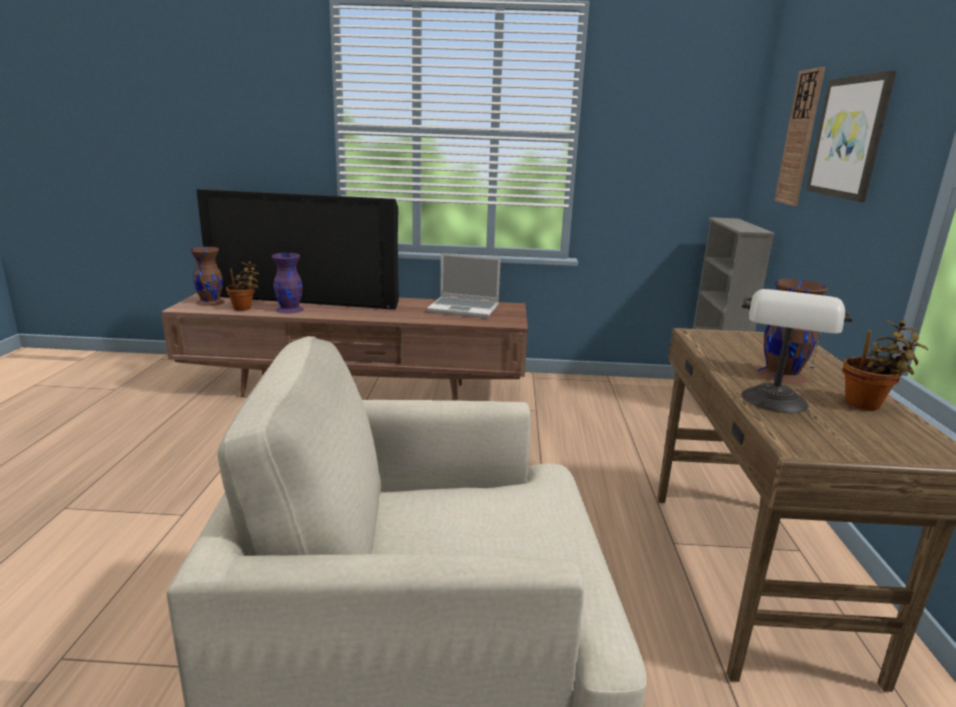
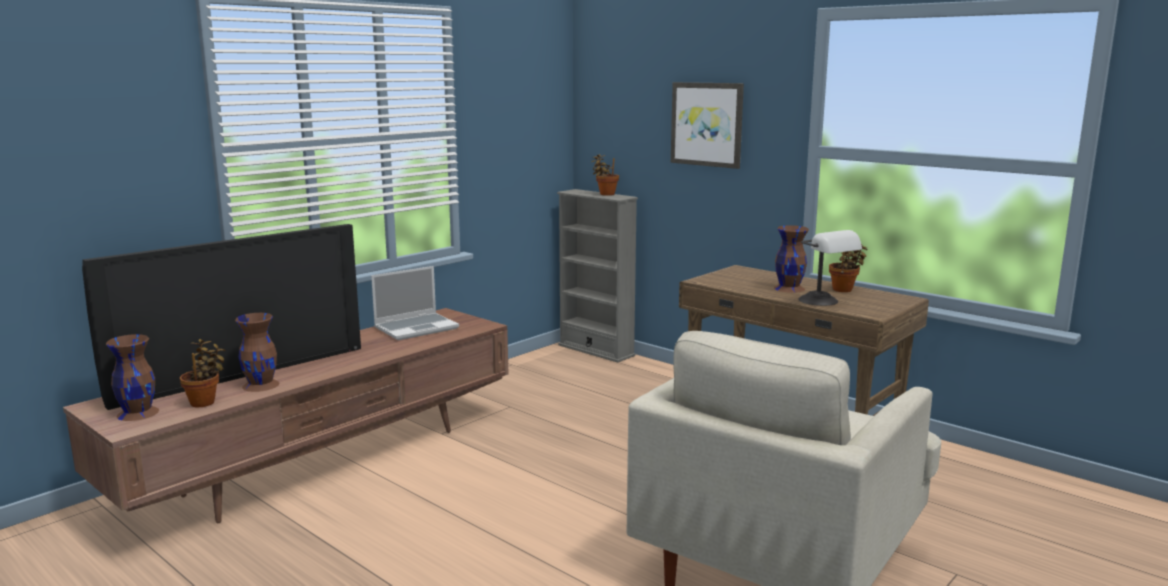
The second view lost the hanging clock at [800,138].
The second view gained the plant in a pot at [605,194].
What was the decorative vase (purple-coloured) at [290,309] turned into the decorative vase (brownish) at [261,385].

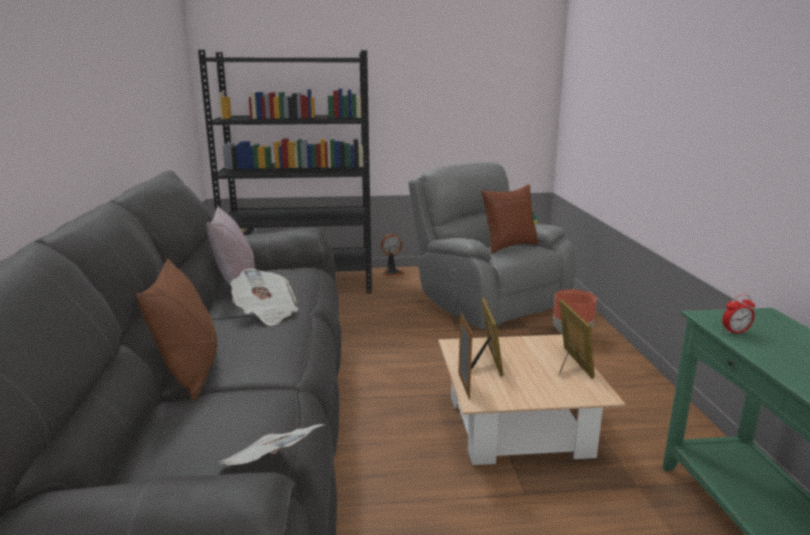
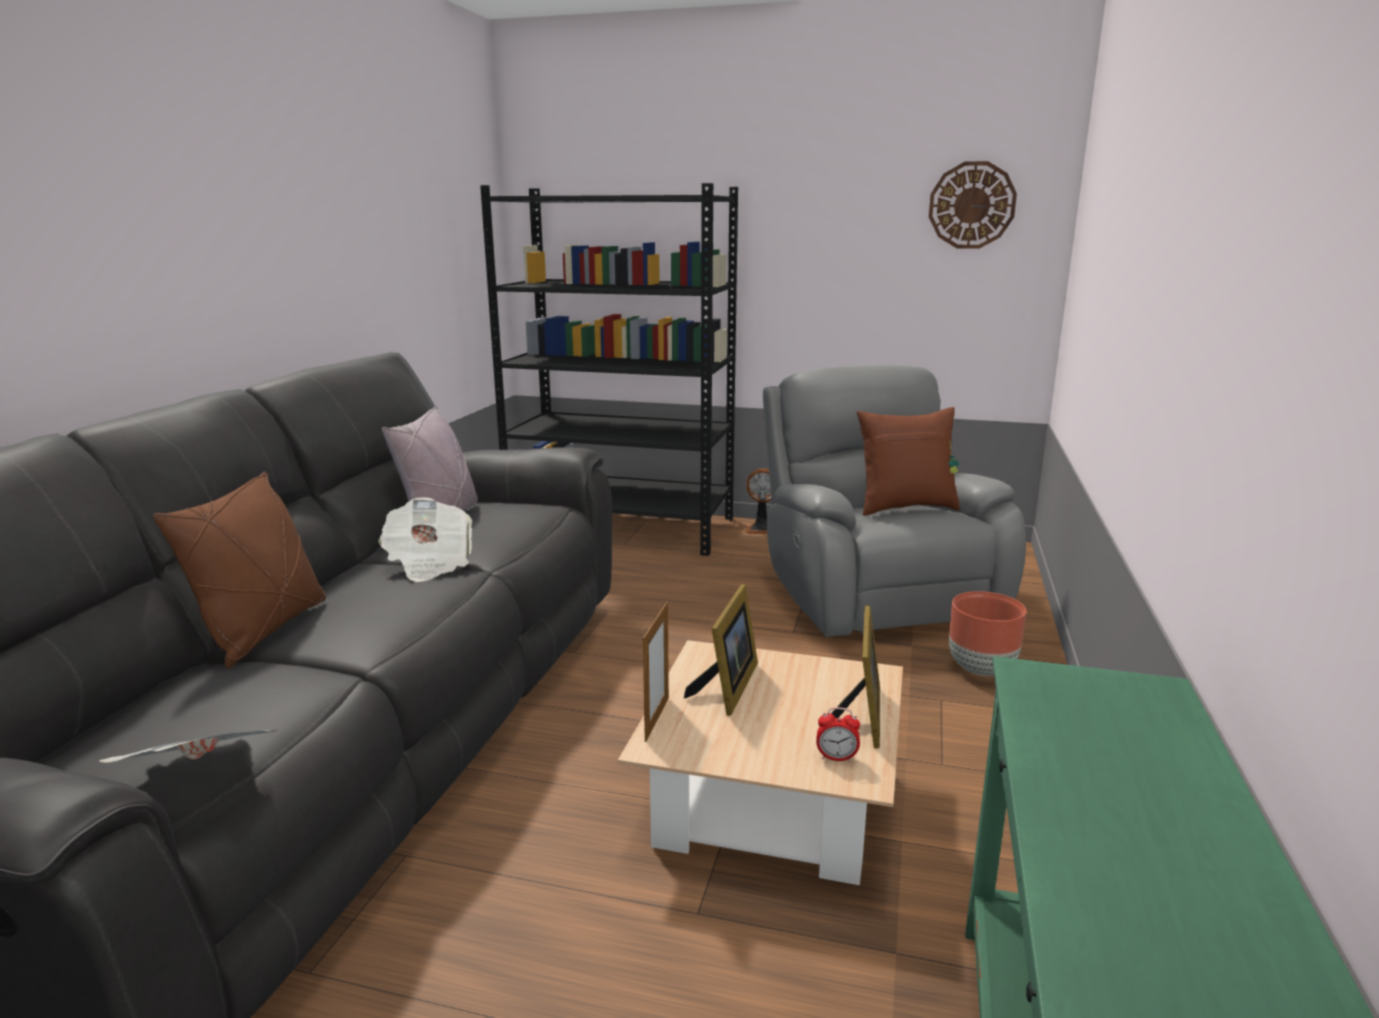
The second view gained the hanging clock at [971,205].
The table clock ended up elsewhere, having gone from [735,332] to [836,758].

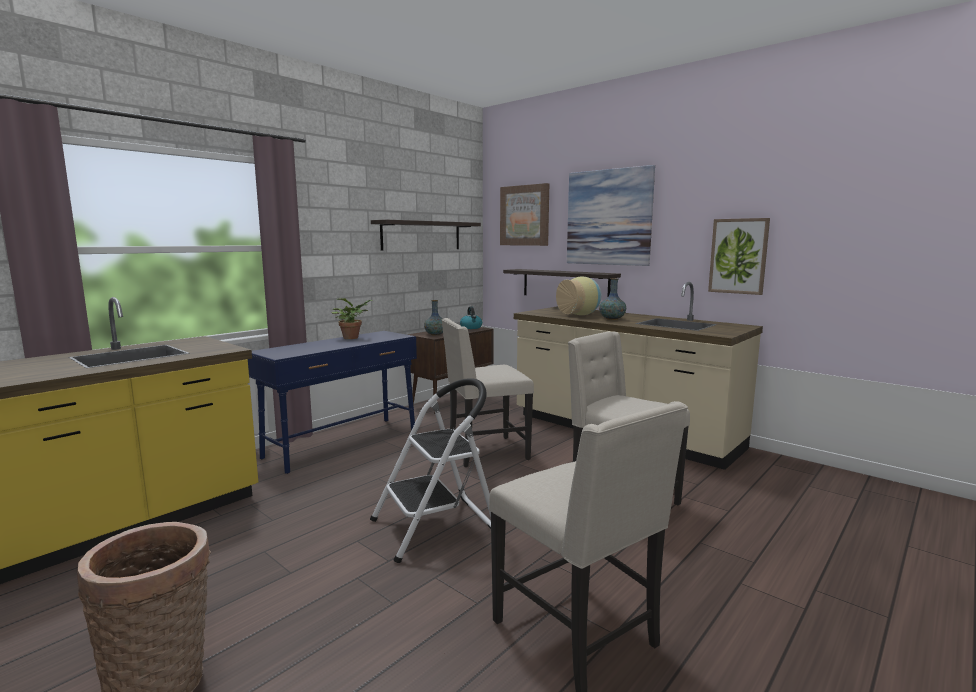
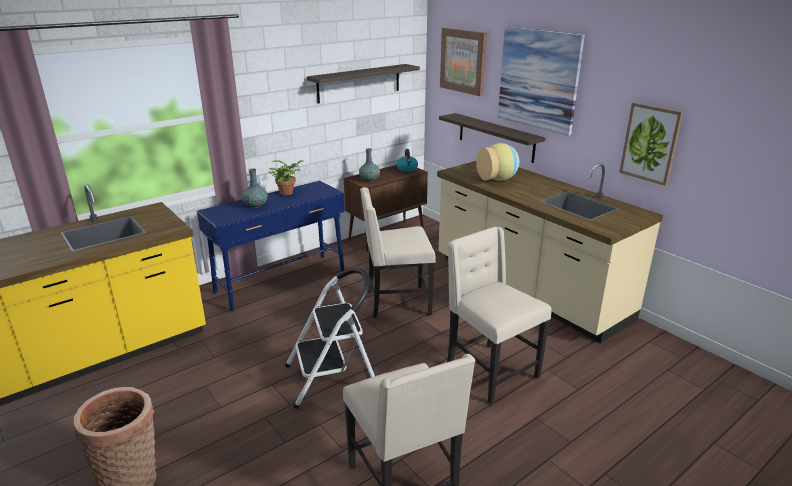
The decorative vase ended up elsewhere, having gone from [612,319] to [255,205].

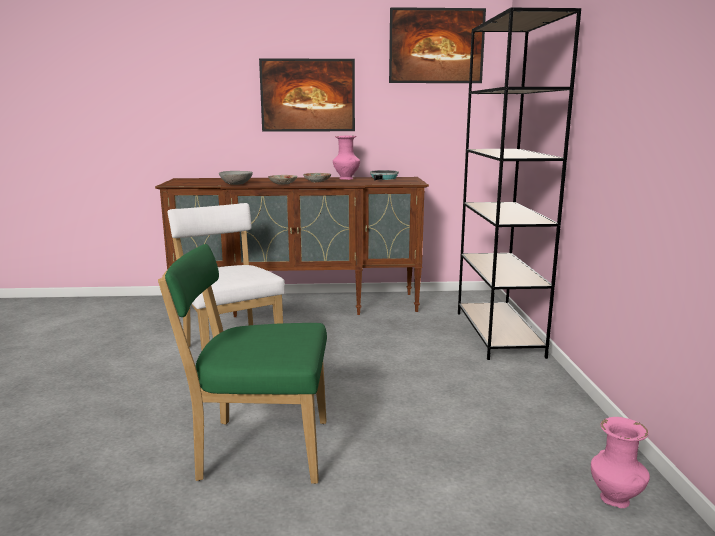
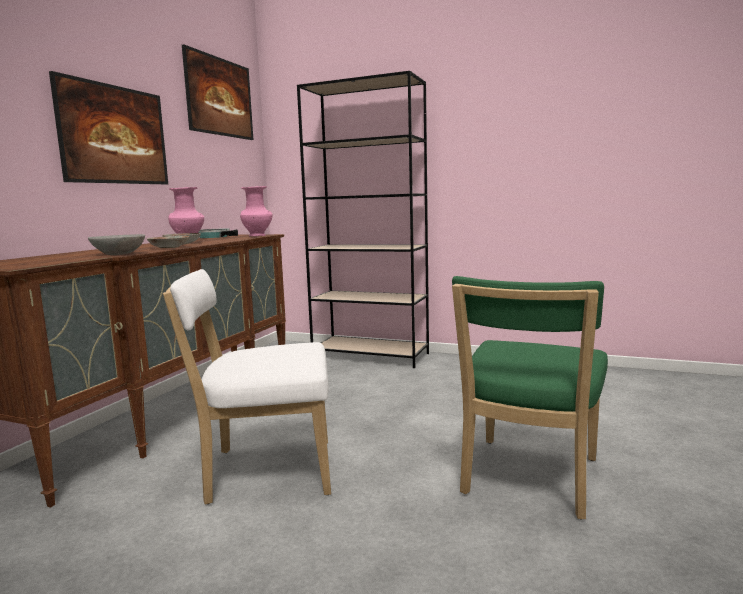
The decorative vase (pinkish) ended up elsewhere, having gone from [615,500] to [258,236].

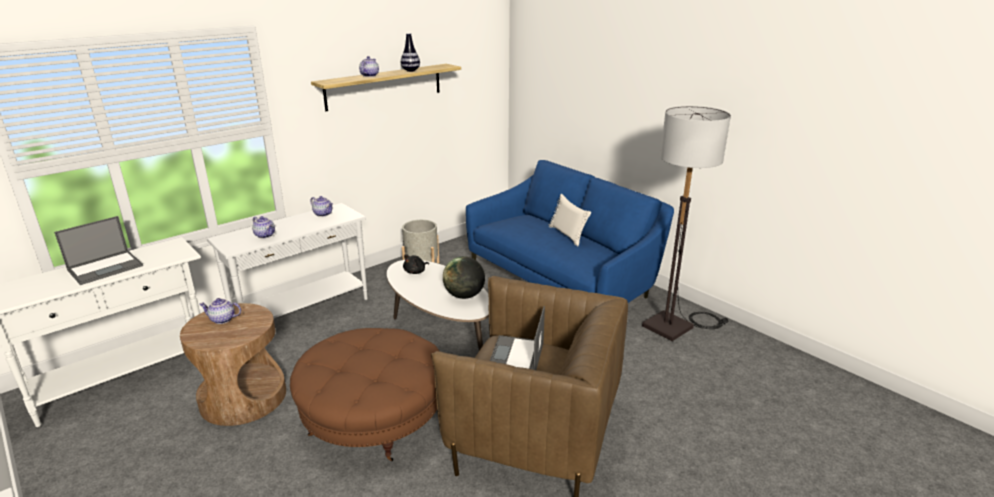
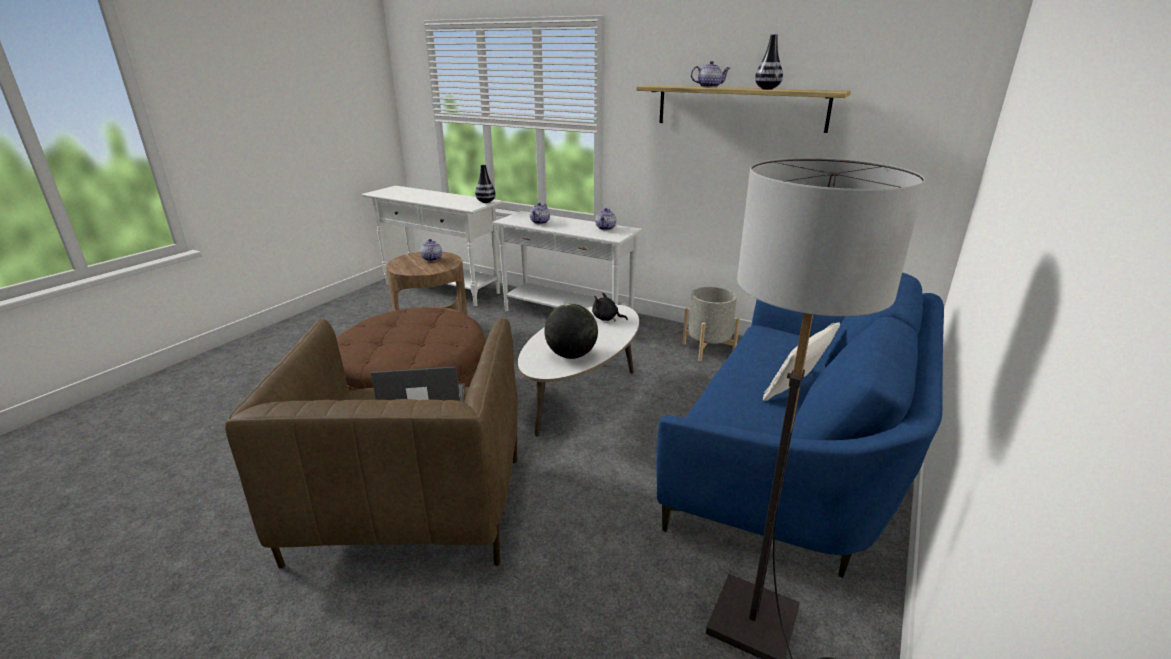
The second view lost the portable computer at [106,267].
The second view gained the decorative vase at [486,202].

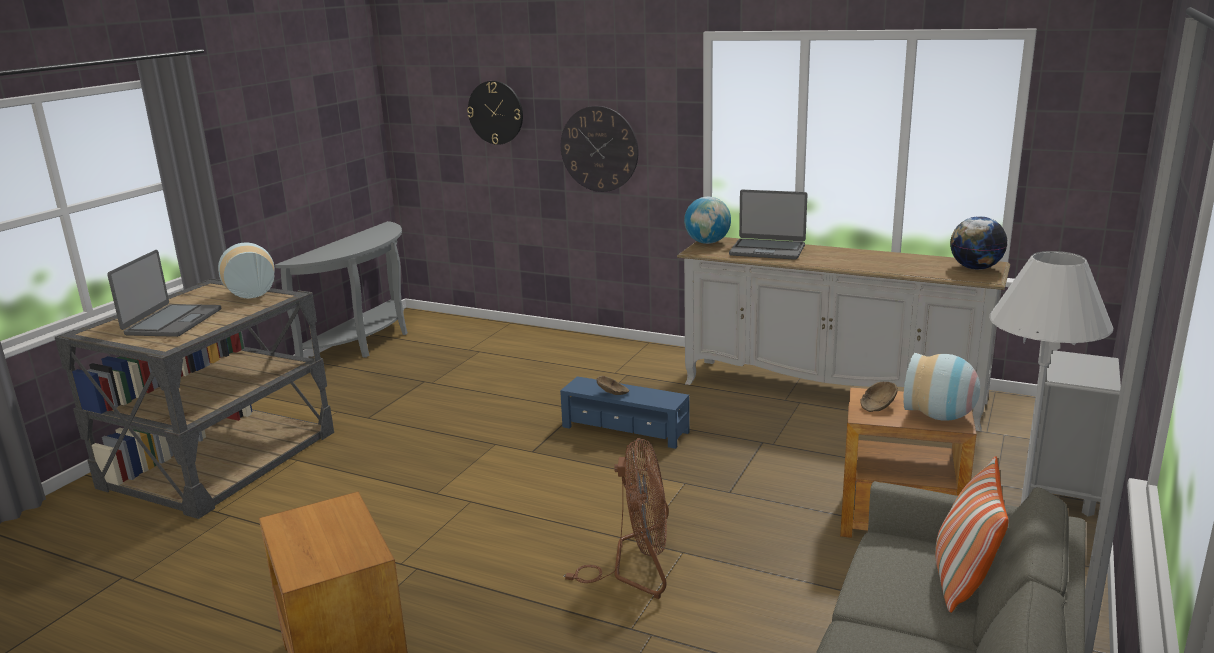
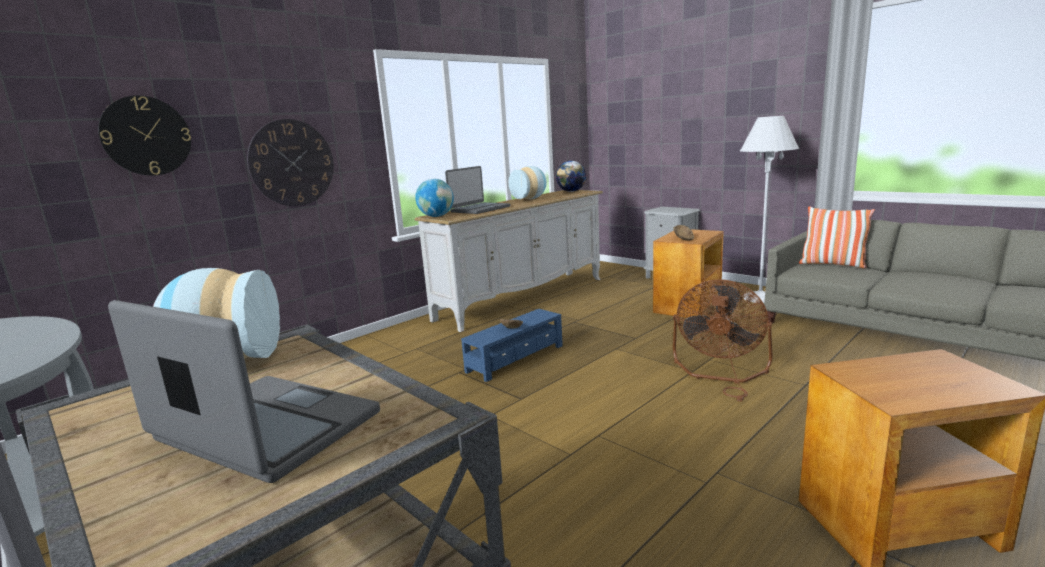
The decorative vase ended up elsewhere, having gone from [940,416] to [530,199].

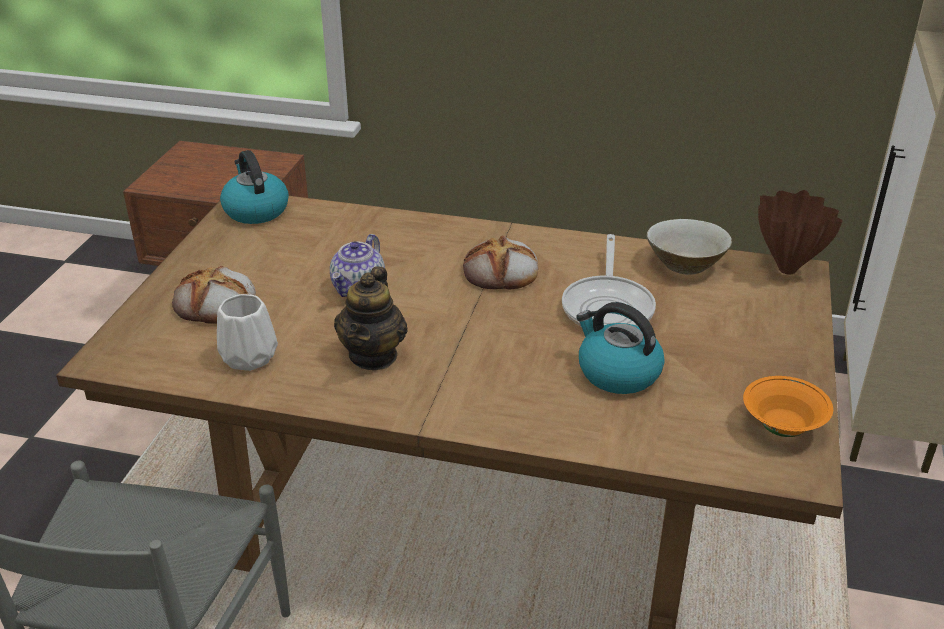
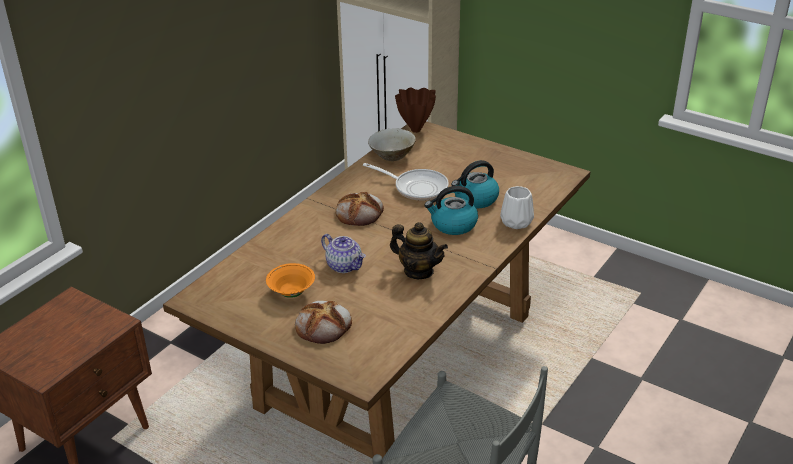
The decorative vase (white-coloured) ended up elsewhere, having gone from [247,357] to [516,222].
The water kettle ended up elsewhere, having gone from [255,210] to [453,225].
The serving bowl (orange-coloured) ended up elsewhere, having gone from [782,428] to [292,293].

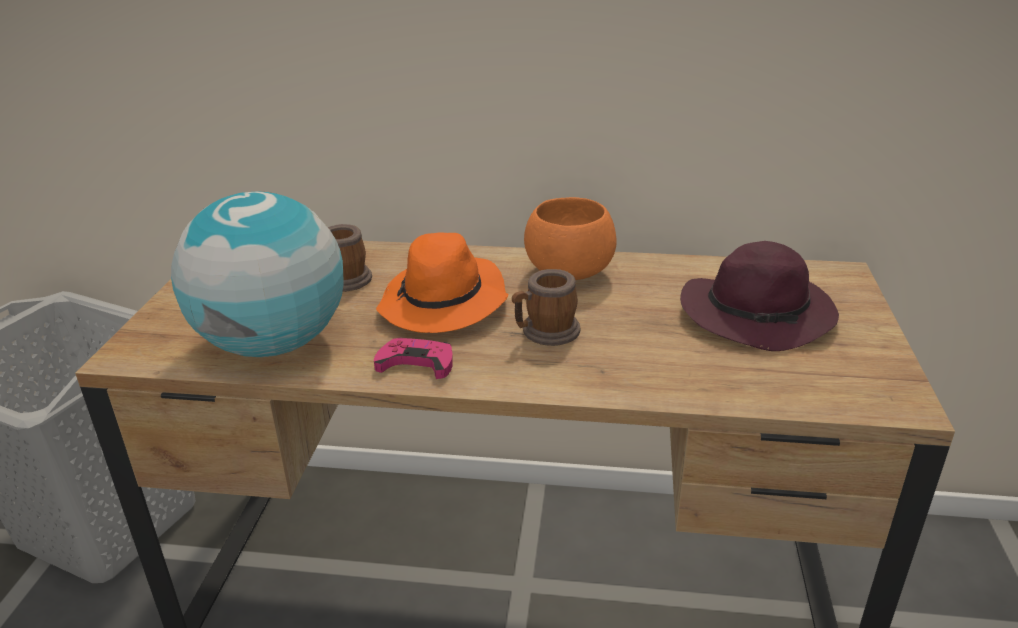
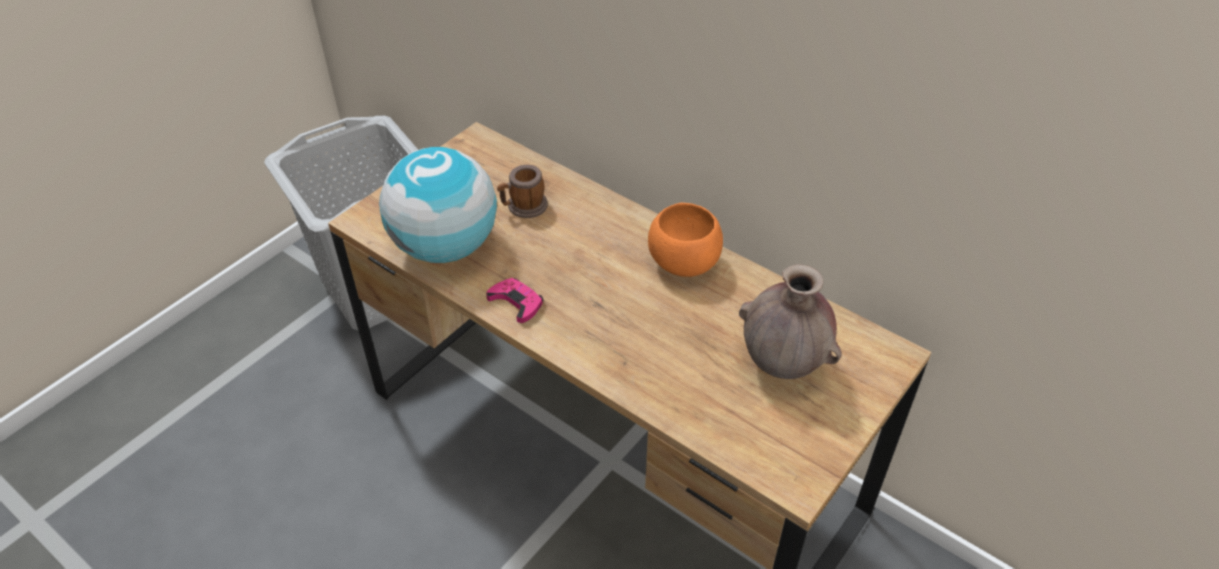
The second view lost the clothing hat (orange-coloured) at [444,303].
The second view lost the mug at [545,333].
Where the clothing hat (purple-coloured) stood at [759,314], the decorative vase (brownish) came to stand at [783,364].

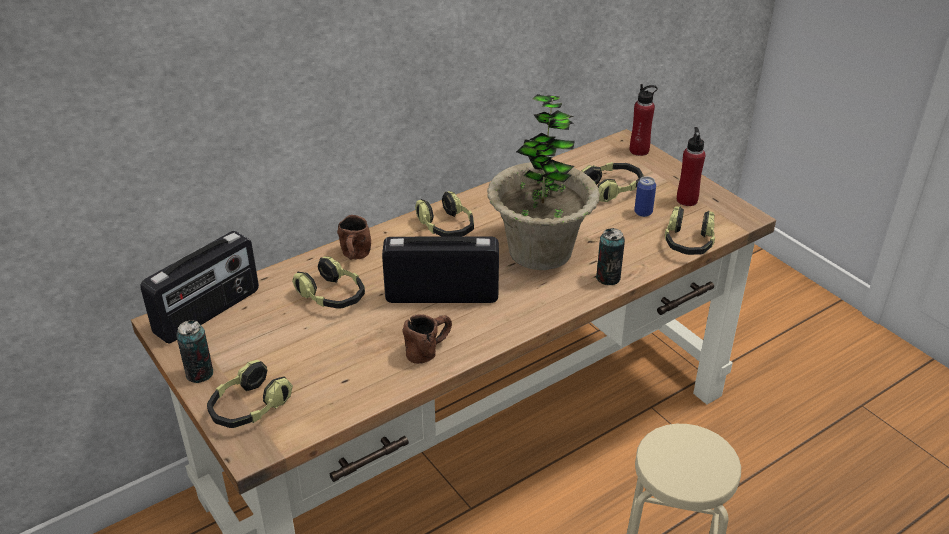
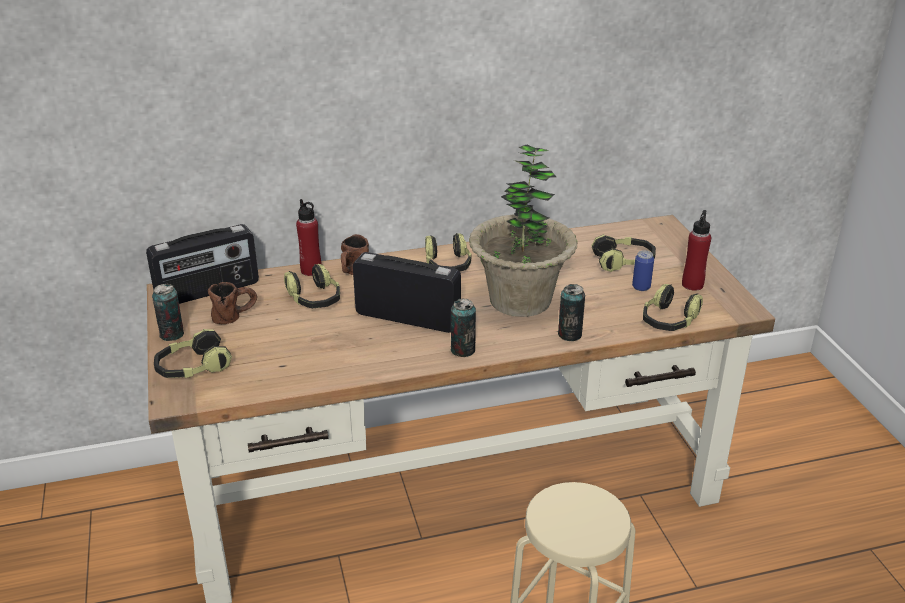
The second view gained the sealed can at [463,350].
The mug (brownish) ended up elsewhere, having gone from [429,349] to [235,316].
The drink bottle (reddish) ended up elsewhere, having gone from [639,150] to [311,270].

